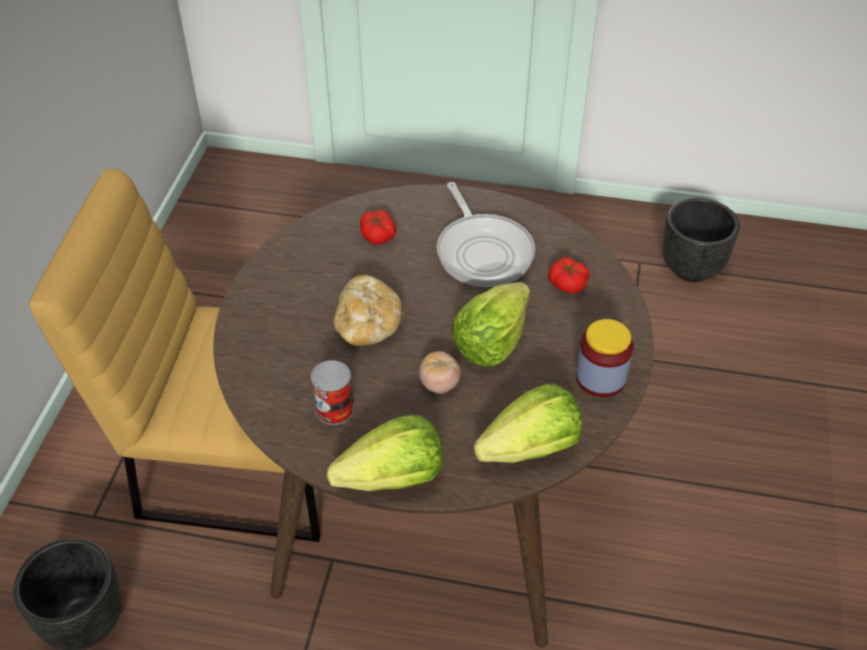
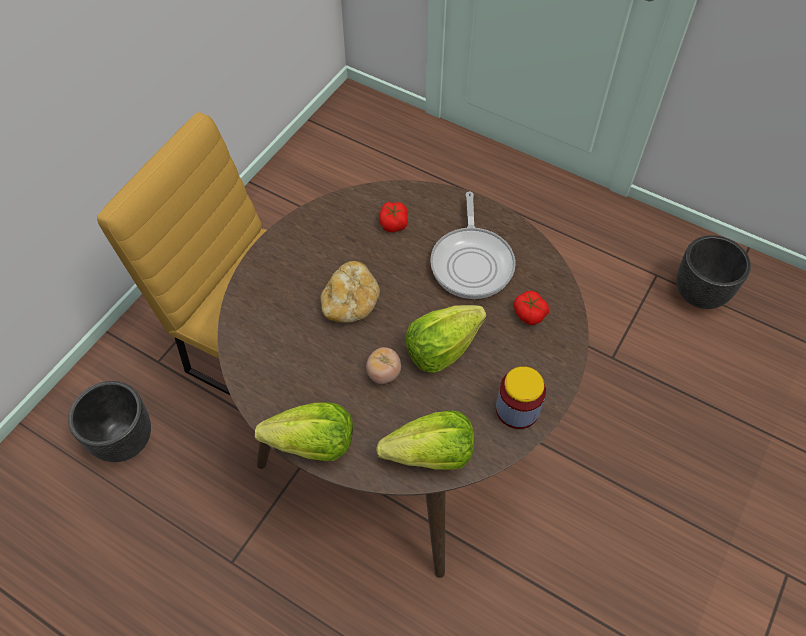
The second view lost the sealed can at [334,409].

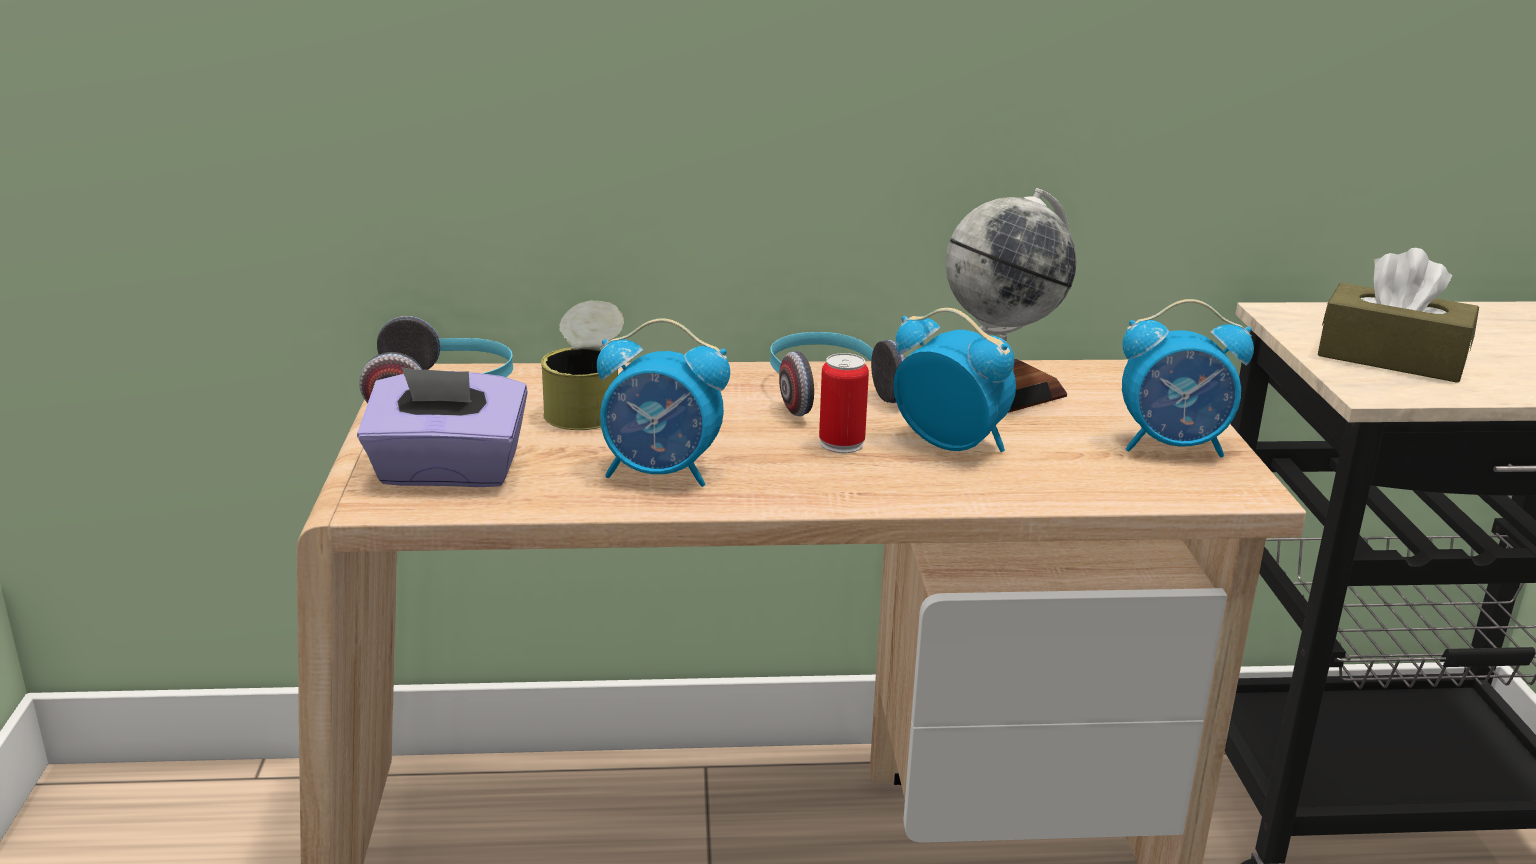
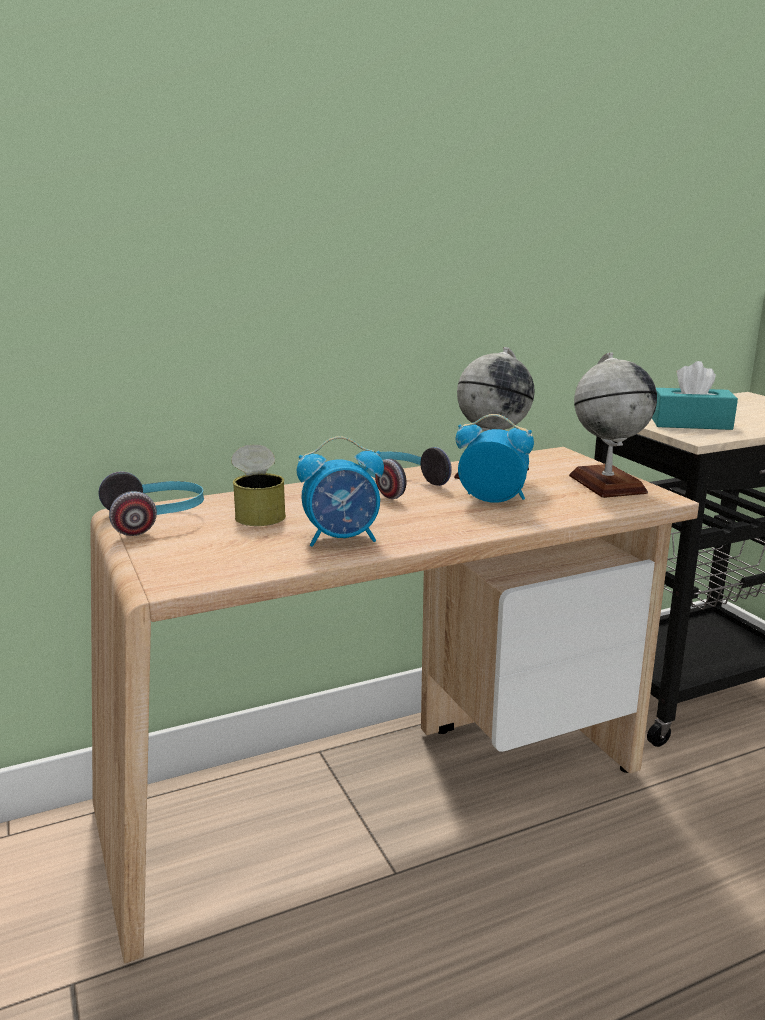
The second view lost the tissue holder (purple-coloured) at [448,472].
The second view lost the sealed can at [841,443].
Where the table clock stood at [1174,446], the desk globe came to stand at [606,484].
What was the tissue holder (brownish) at [1391,358] turned into the tissue holder (blue-green) at [691,423].

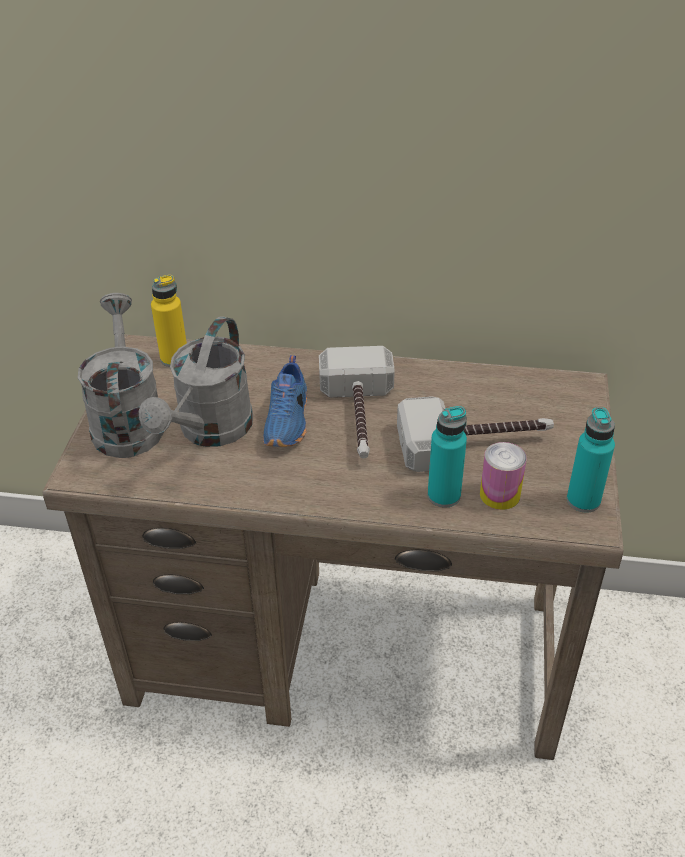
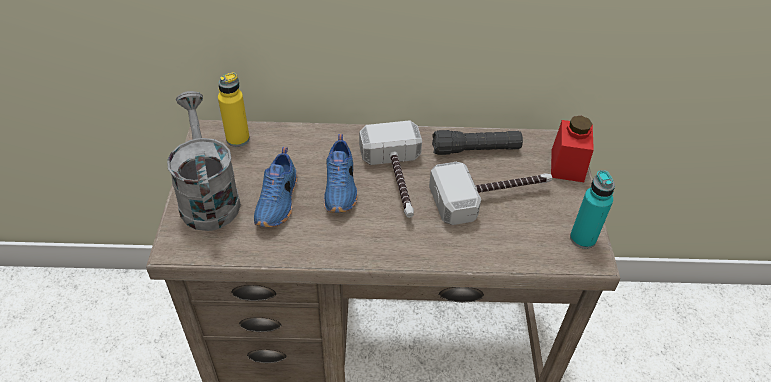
The second view lost the drink bottle (blue-green) at [444,495].
The second view lost the sealed can at [499,495].
The second view gained the hand torch (black) at [475,150].
The second view gained the preserve jar (reddish) at [567,165].
Where the watering can (greyish) stood at [210,432], the shoe (blue-coloured) came to stand at [278,202].

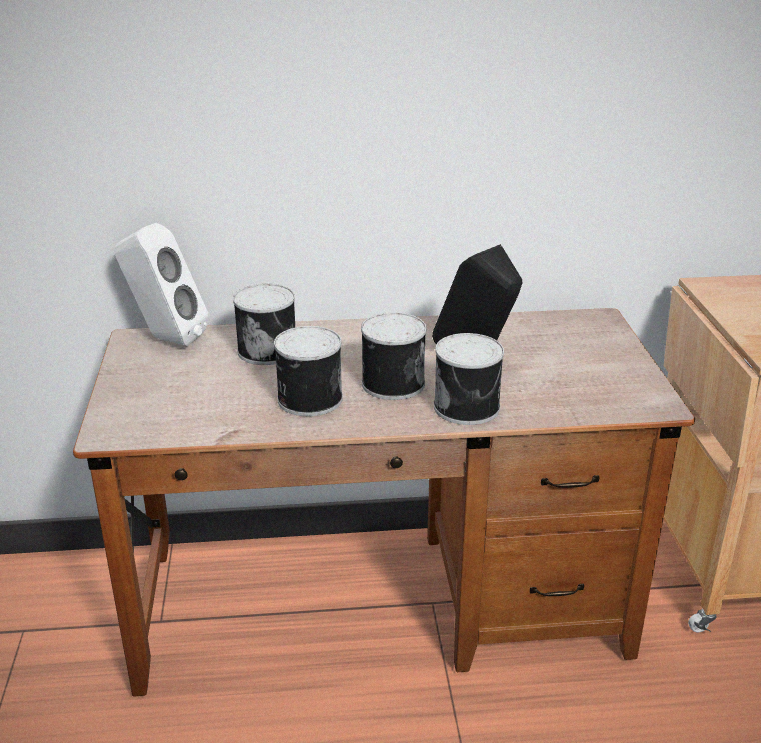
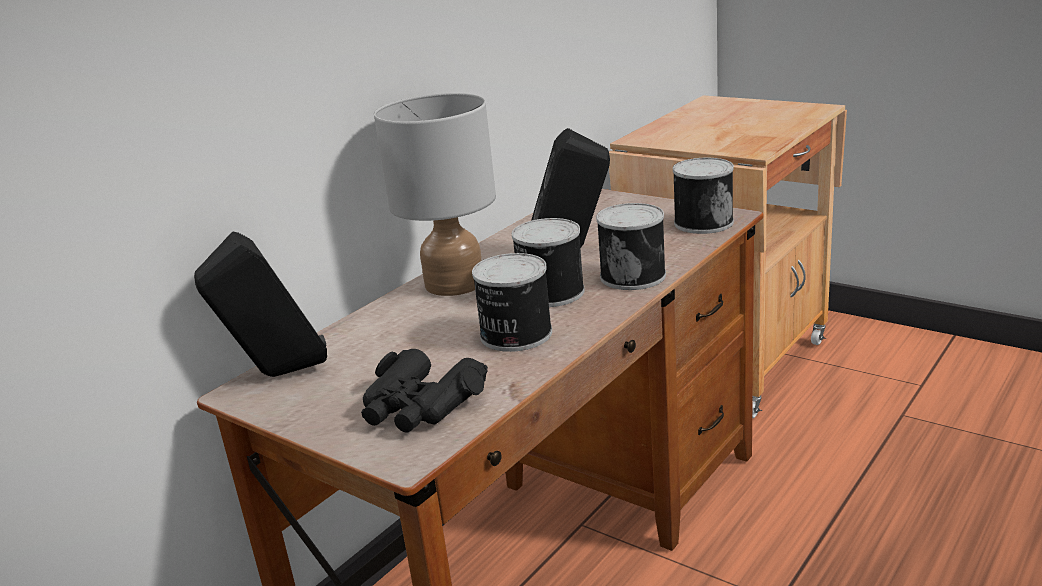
The second view gained the binoculars (black) at [420,406].
The second view gained the table lamp (greyish) at [454,284].
The sealed can ended up elsewhere, having gone from [268,350] to [702,222].
What was the speaker (white-coloured) at [165,339] turned into the speaker (black) at [277,375].

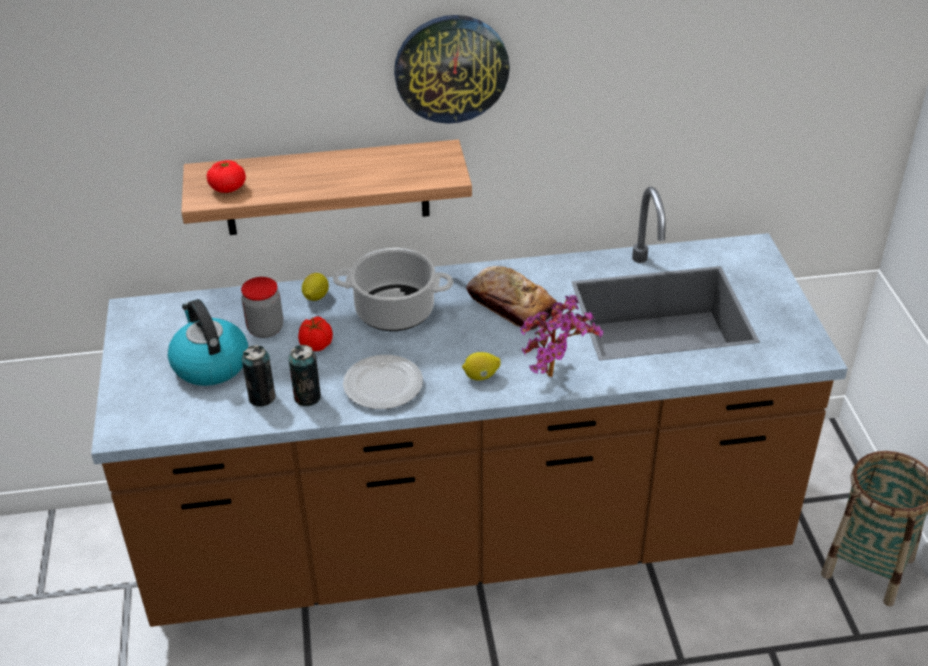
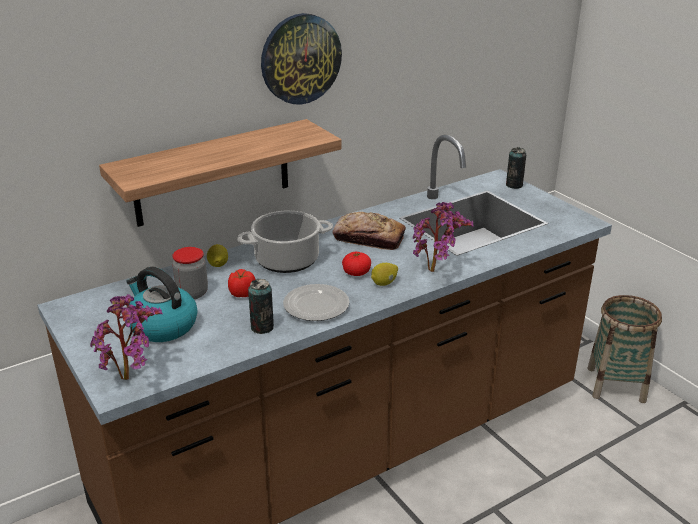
The second view gained the plant in a pot at [132,377].
The fresh tomato ended up elsewhere, having gone from [228,188] to [356,273].
The sealed can ended up elsewhere, having gone from [262,397] to [514,185].

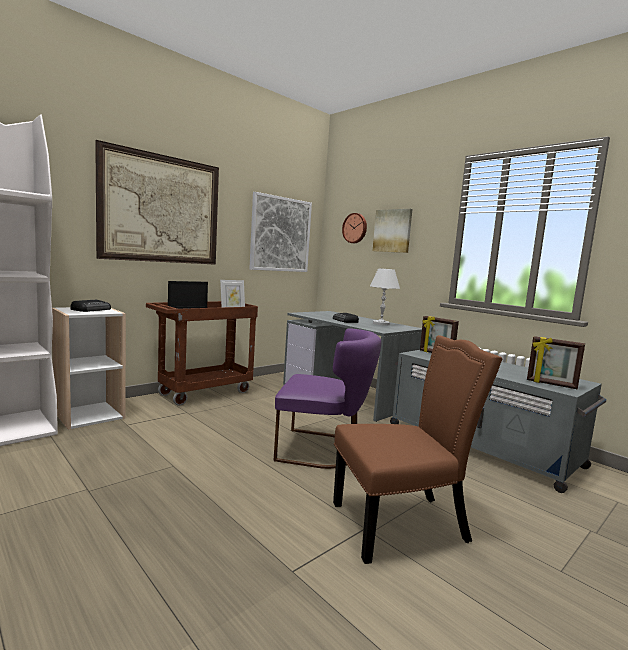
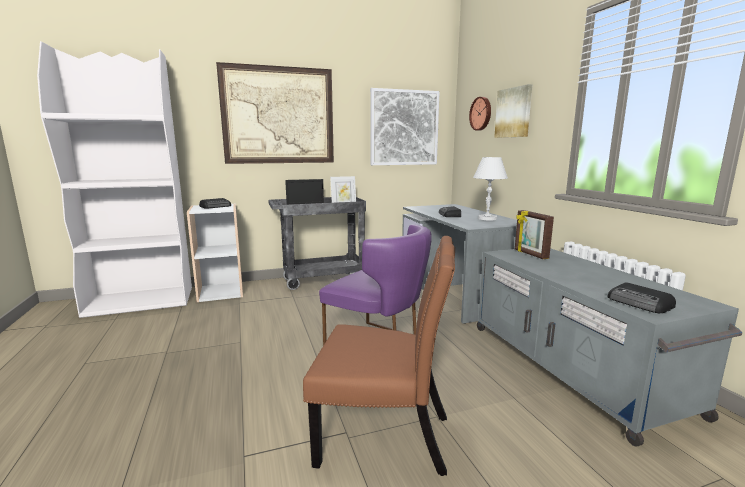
Where the picture frame stood at [551,384], the radio came to stand at [640,303].
What was the cart (brownish) at [201,394] turned into the cart (greyish) at [319,281].

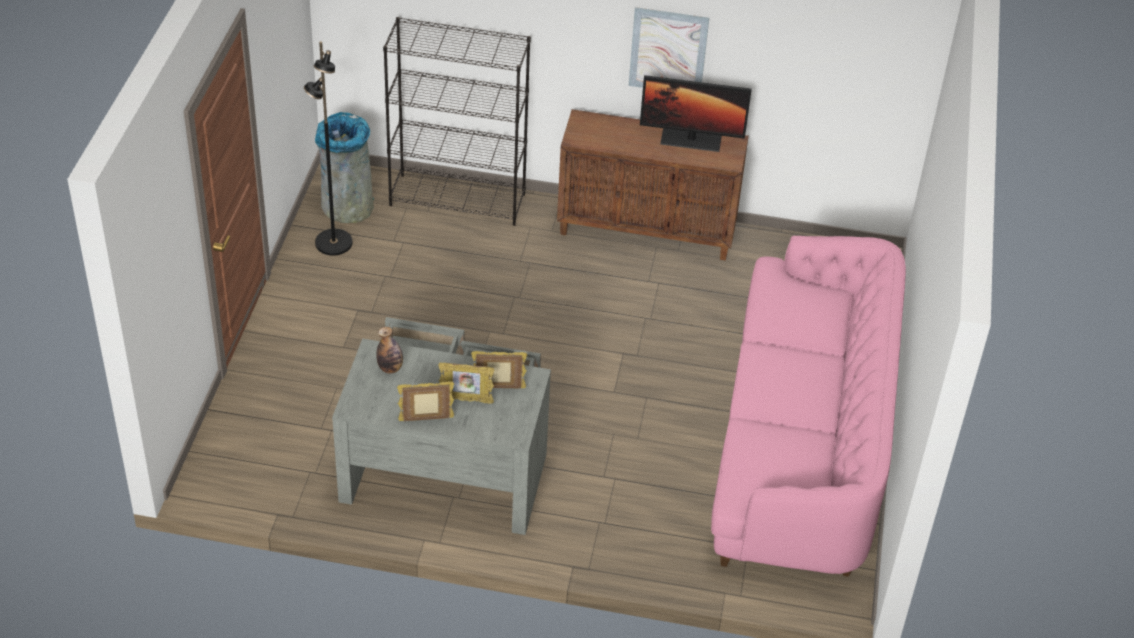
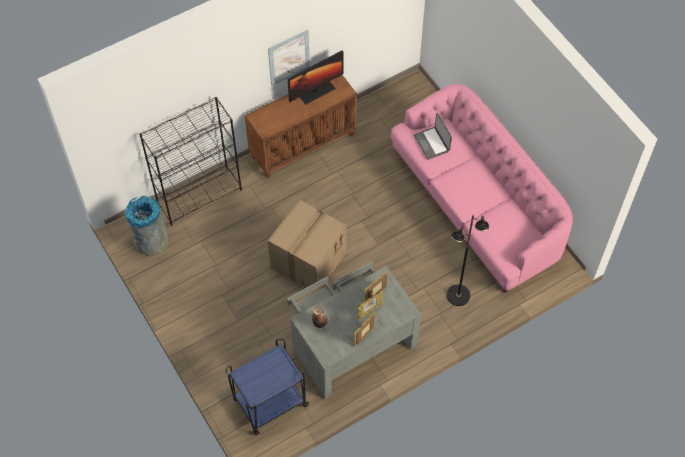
The second view gained the cart (blue-coloured) at [269,403].
The second view gained the cardboard box at [308,259].
The second view gained the portable computer at [432,143].
The standing lamp (black) ended up elsewhere, having gone from [333,243] to [458,296].

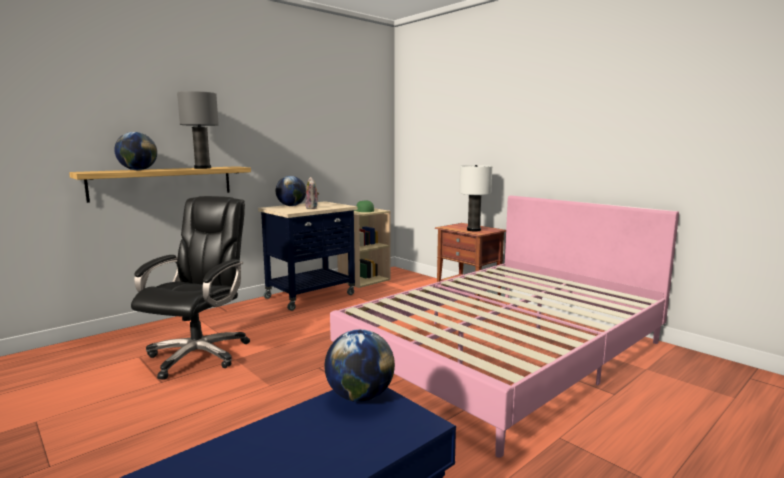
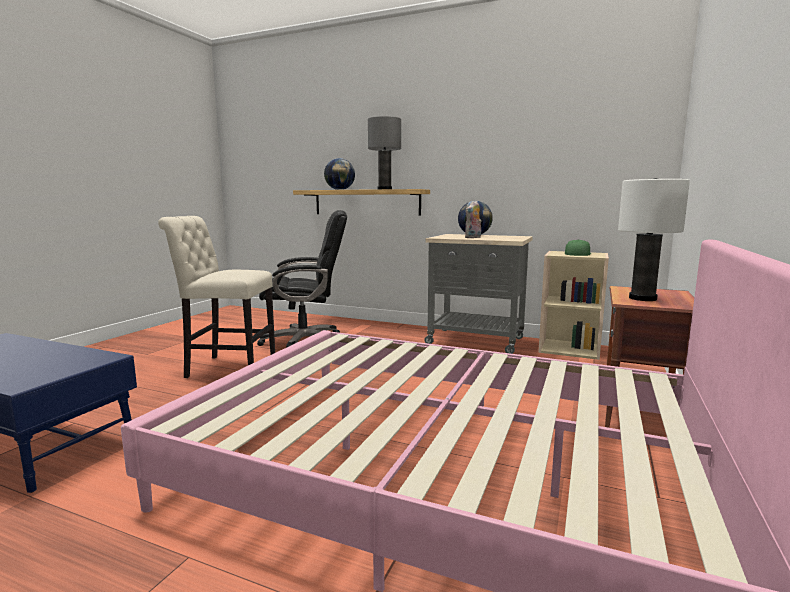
The second view lost the desk globe at [359,396].
The second view gained the stool (beige) at [227,368].
What was the cart (blue-coloured) at [310,296] turned into the cart (greyish) at [476,341].

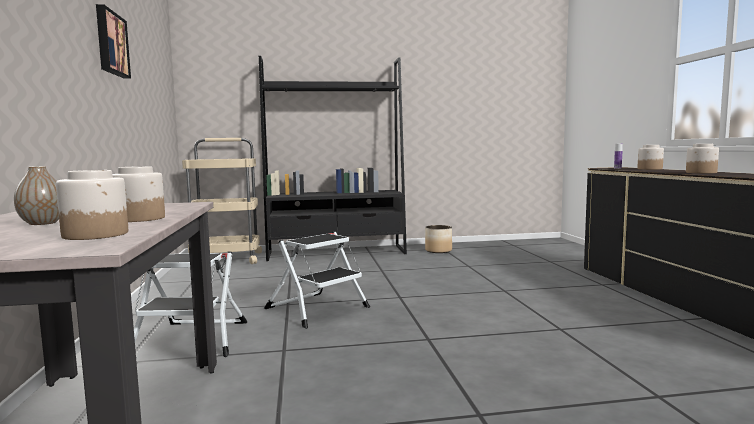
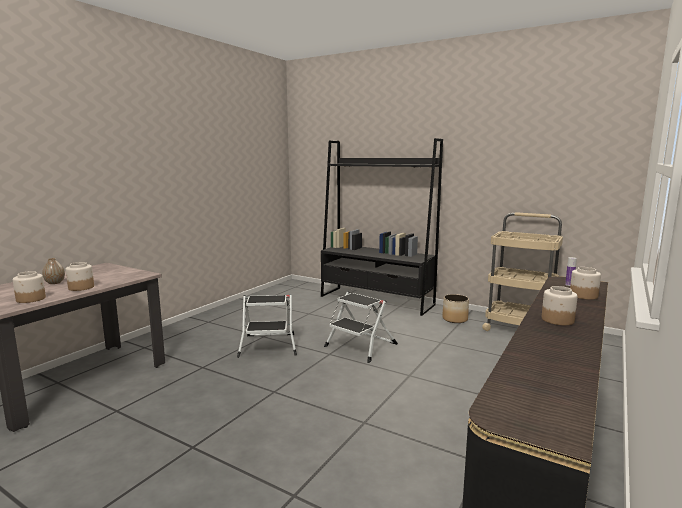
The second view lost the wall picture at [110,43].
The step stool ended up elsewhere, having gone from [192,339] to [361,346].
The cart (beige) ended up elsewhere, having gone from [226,259] to [518,328].

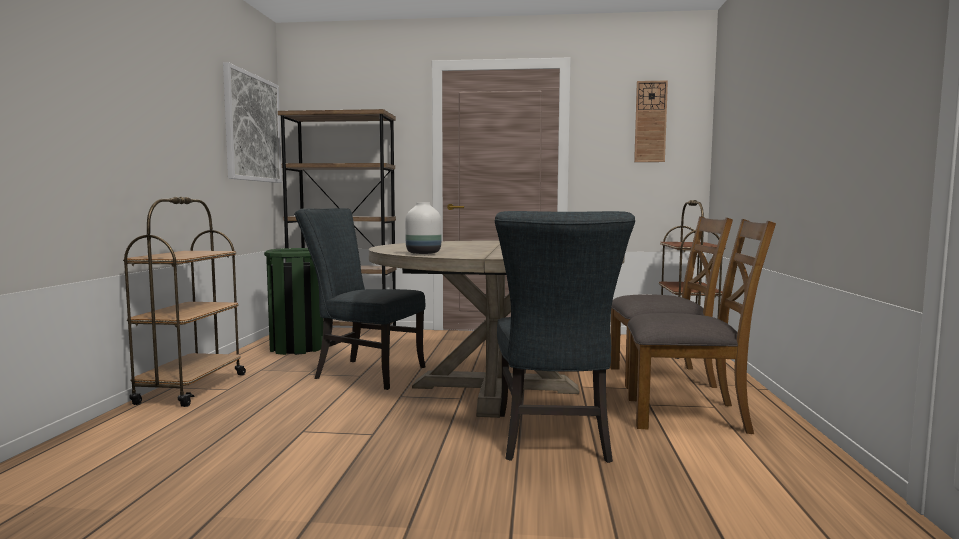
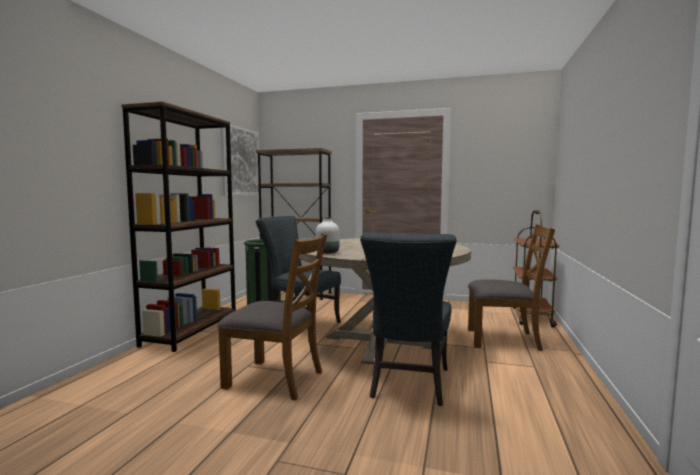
The second view lost the hanging clock at [650,122].
The plain chair (brownish) ended up elsewhere, having gone from [688,415] to [275,379].
Where the cart (brownish) stood at [190,389], the shelving unit (brownish) came to stand at [191,331].

